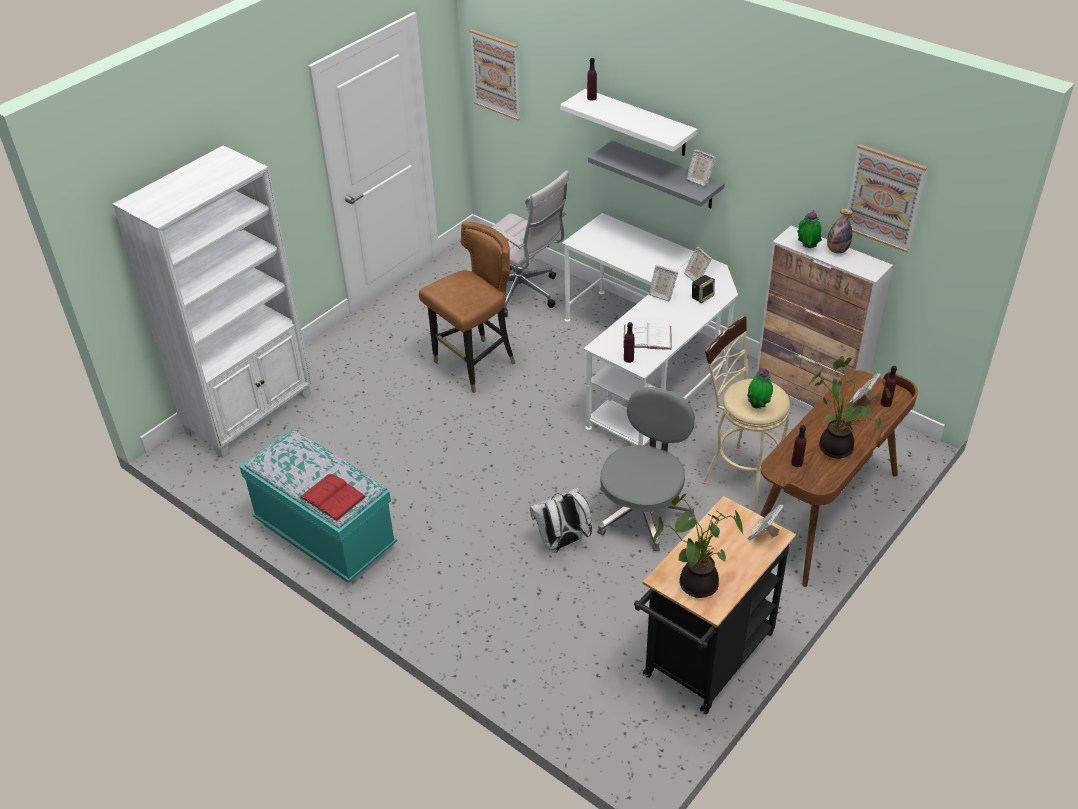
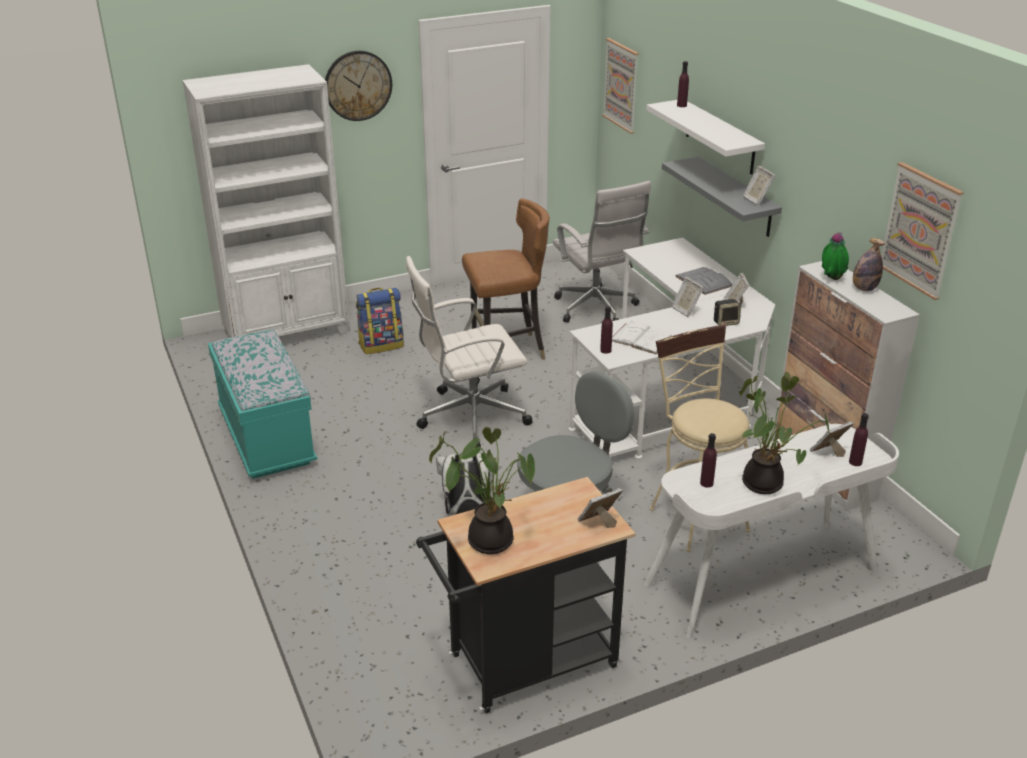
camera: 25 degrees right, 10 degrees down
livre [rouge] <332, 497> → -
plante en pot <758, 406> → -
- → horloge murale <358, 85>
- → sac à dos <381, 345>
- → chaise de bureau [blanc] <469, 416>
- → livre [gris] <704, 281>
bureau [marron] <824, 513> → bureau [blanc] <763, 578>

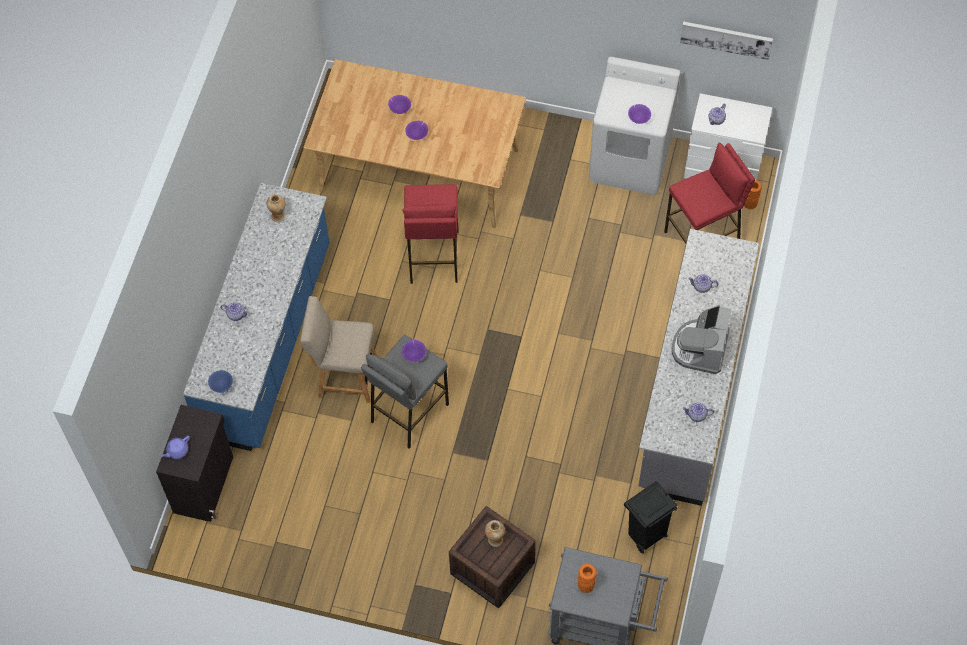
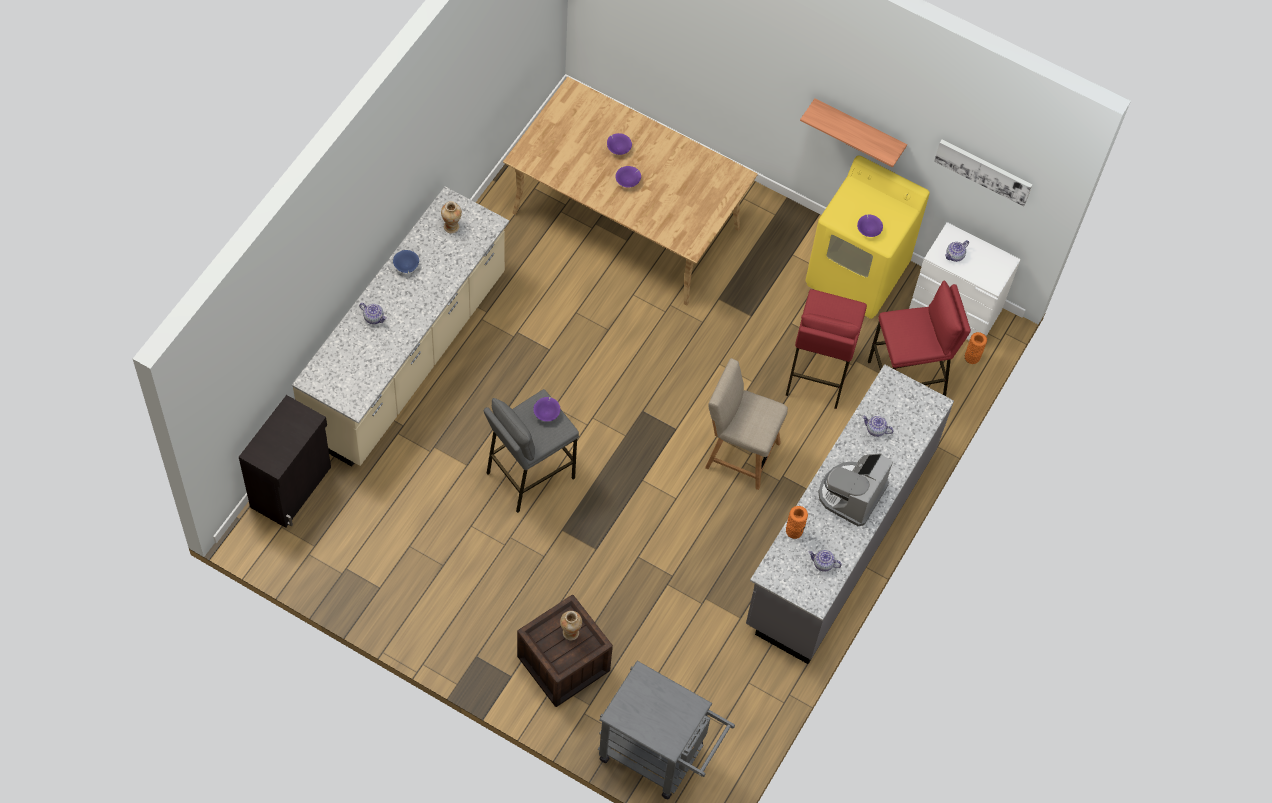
camera: 10 degrees right, 0 degrees up
théière [violet] <177, 451> → -
poubelle [noir] <645, 536> → -
- → étagère <858, 130>
bol [bleu] <222, 386> → bol [bleu] <406, 266>, move
chaise [beige] <344, 376> → chaise [beige] <739, 453>, move
tabouret [rouge] <433, 257> → tabouret [rouge] <818, 374>, move
vase [orange] <586, 585> → vase [orange] <794, 531>, move
comptoir de cuisine [bleu] <269, 342> → comptoir de cuisine [beige] <407, 357>
lave-linge [blanc] <630, 161> → lave-linge [jaune] <857, 274>

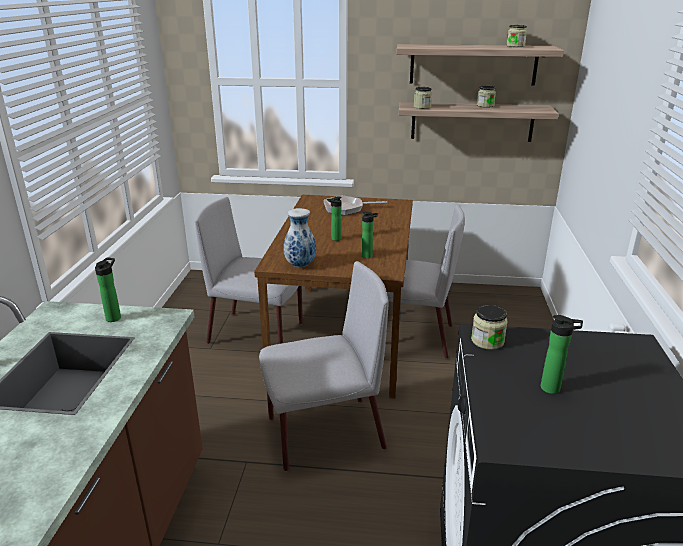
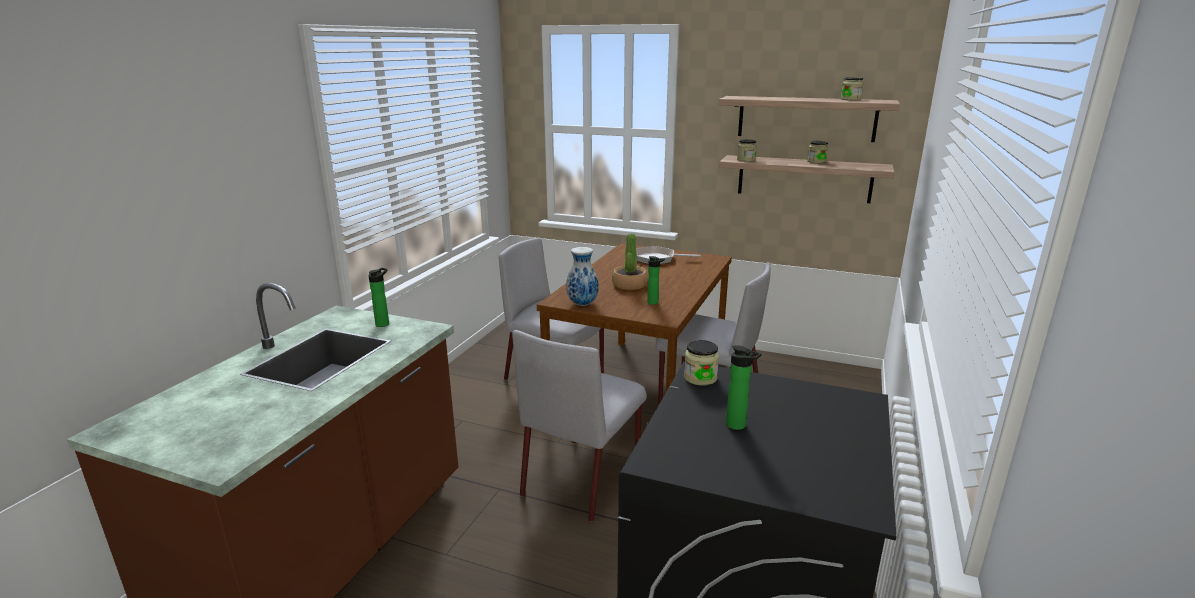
camera: 15 degrees right, 5 degrees down
bouteille <334, 239> → plante en pot <629, 285>
chaise [gris] <323, 433> → chaise [gris] <583, 476>, 120 degrees clockwise

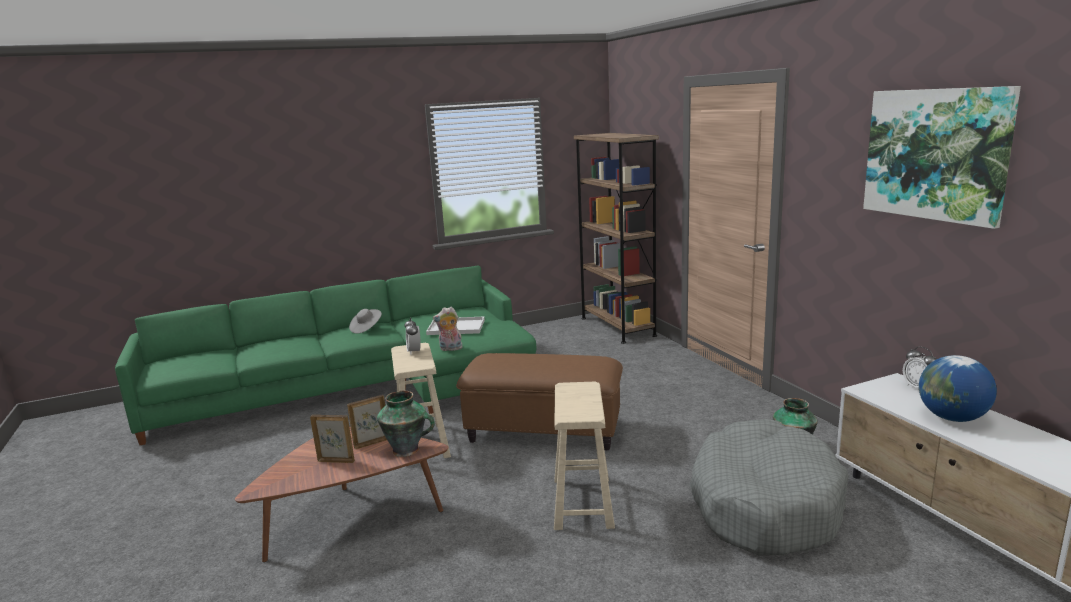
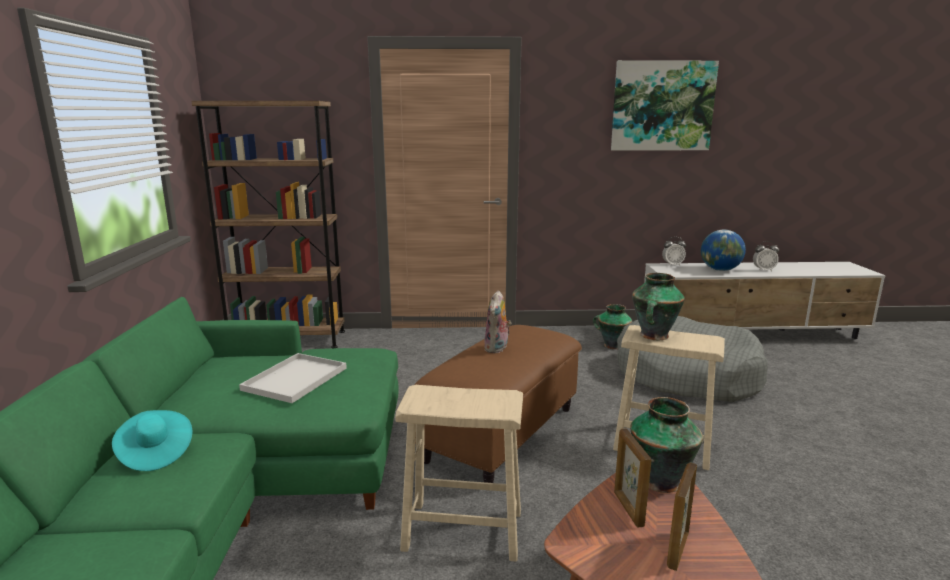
camera: 70 degrees left, 0 degrees up
- → vase <653, 336>
réveil <414, 351> → réveil <763, 270>, move
peluche <450, 349> → peluche <497, 348>, move
chapeau [gris] <366, 328> → chapeau [turquoise] <155, 453>

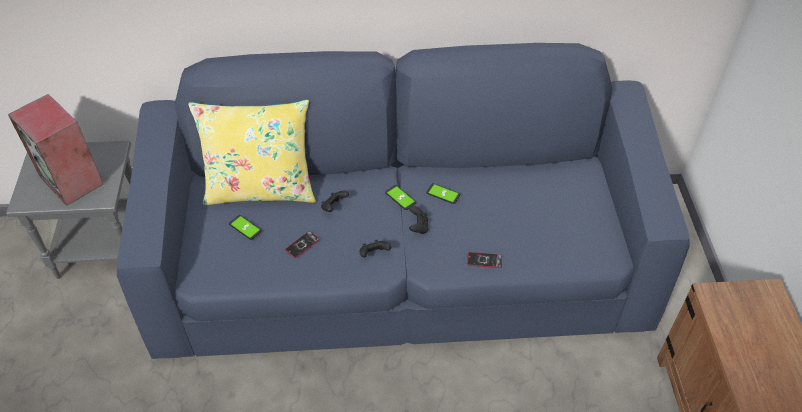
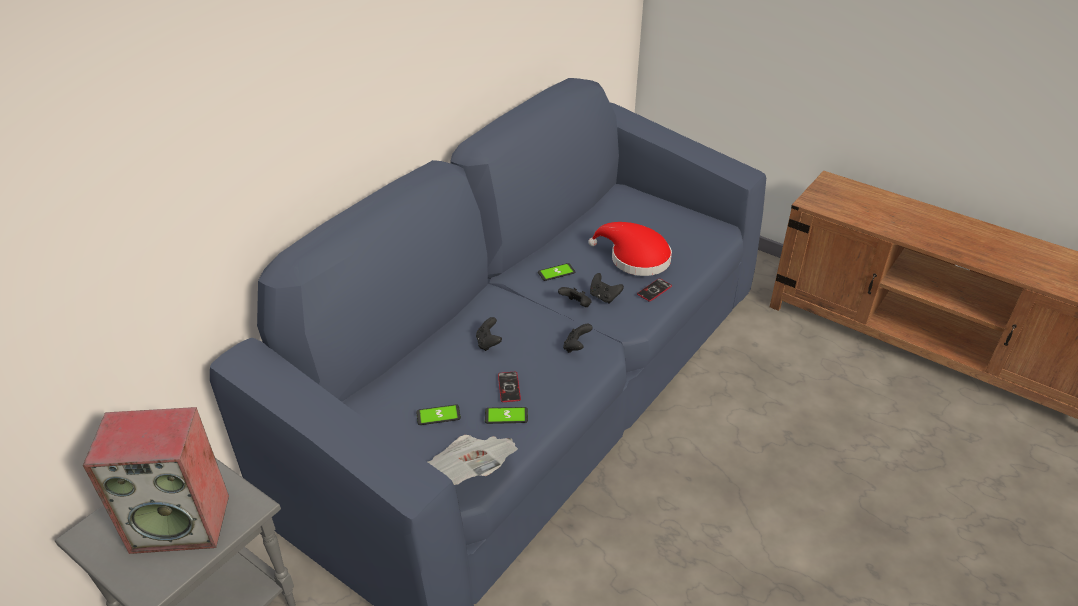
camera: 50 degrees left, 10 degrees down
coussin [jaune] <261, 189> → -
- → journal <470, 473>
- → chapeau [rouge] <635, 258>
- → manette [noir] <604, 297>
téléphone <400, 198> → téléphone <506, 416>, move

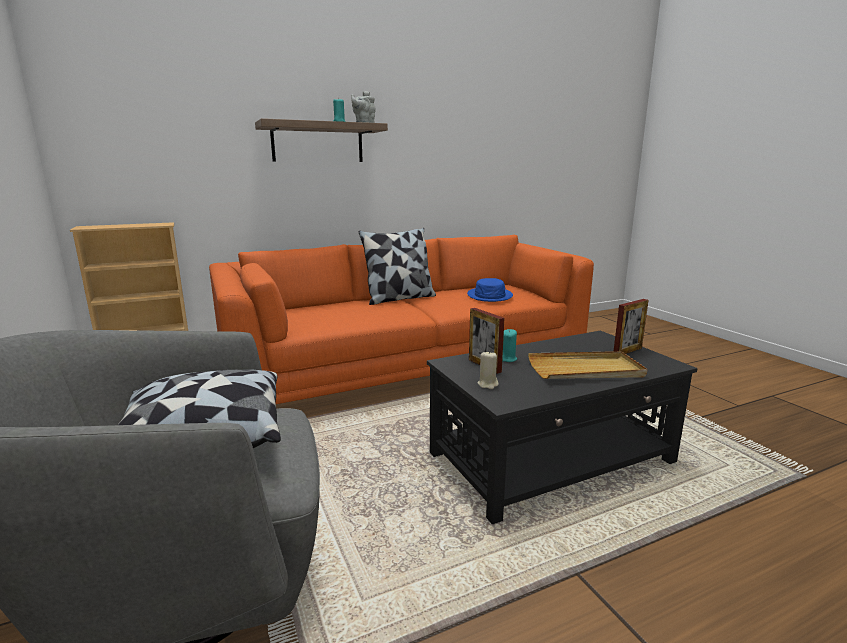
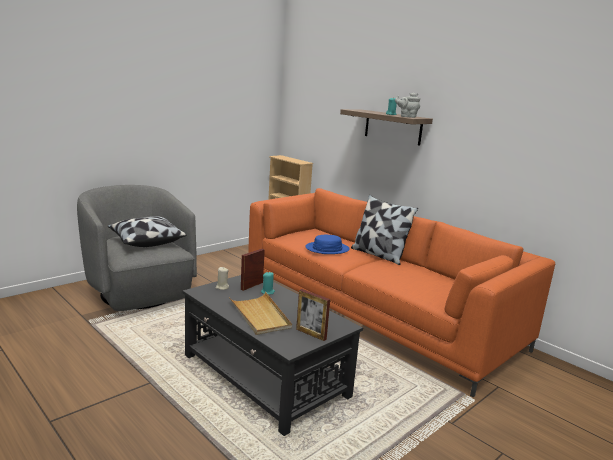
camera: 70 degrees right, 0 degrees up
chapeau [bleu] <490, 295> → chapeau [bleu] <327, 249>, move

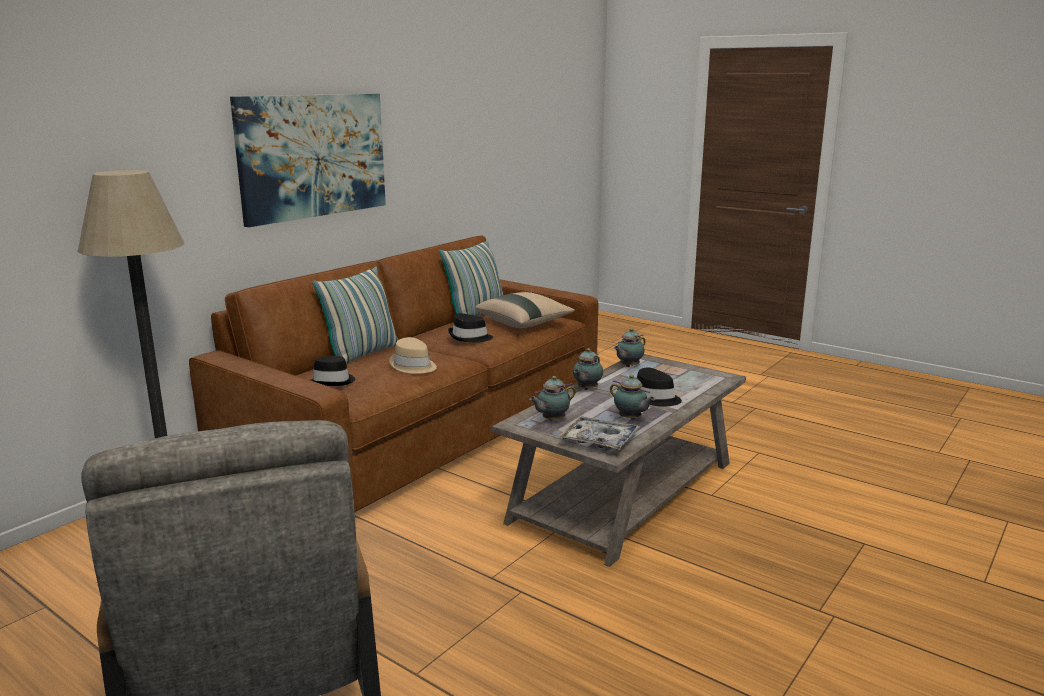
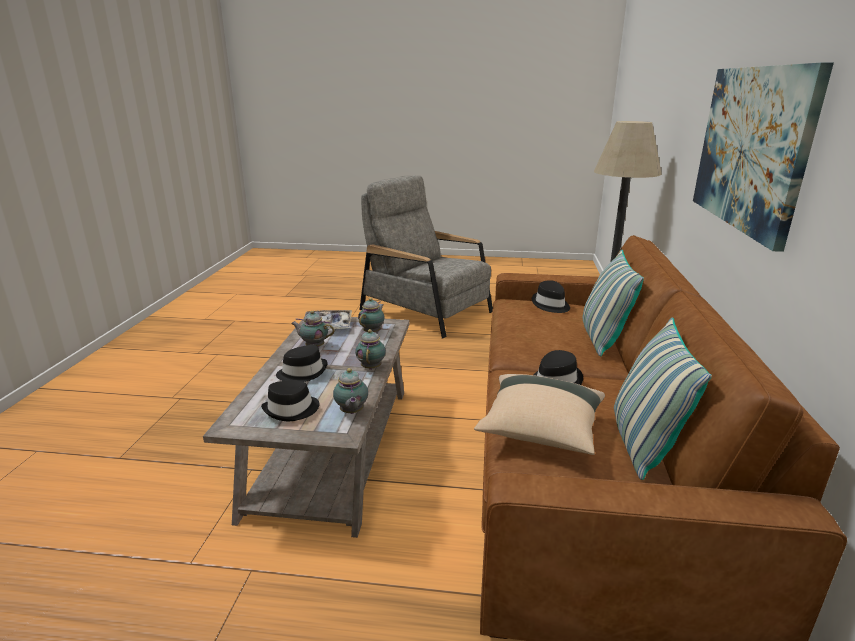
camera: 150 degrees right, 5 degrees up
chapeau [beige] <413, 366> → -
- → chapeau [noir] <292, 410>
théière <628, 366> → théière <351, 412>, 150 degrees clockwise

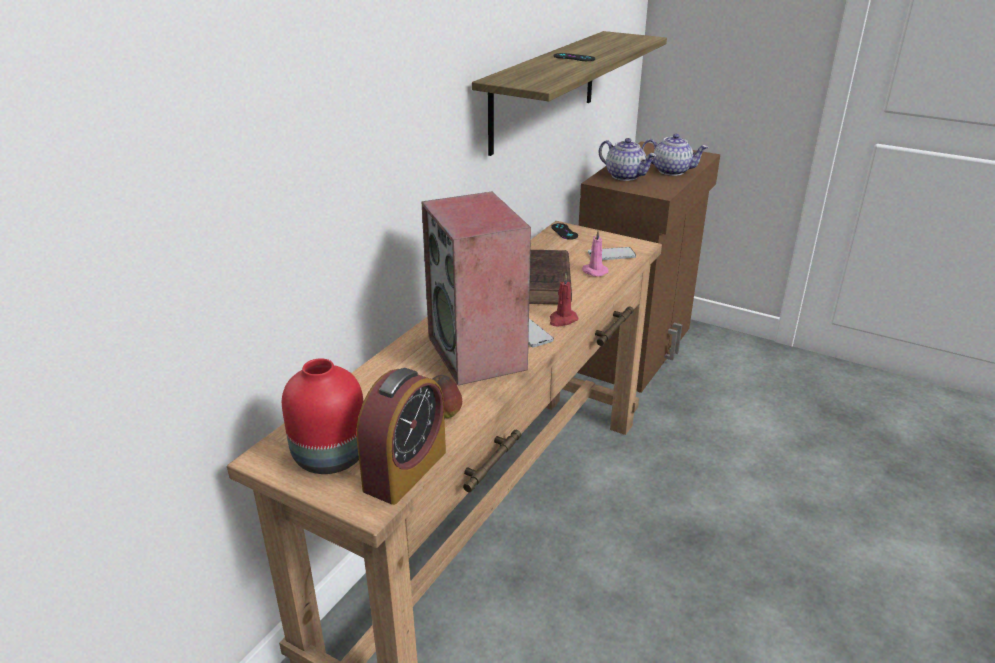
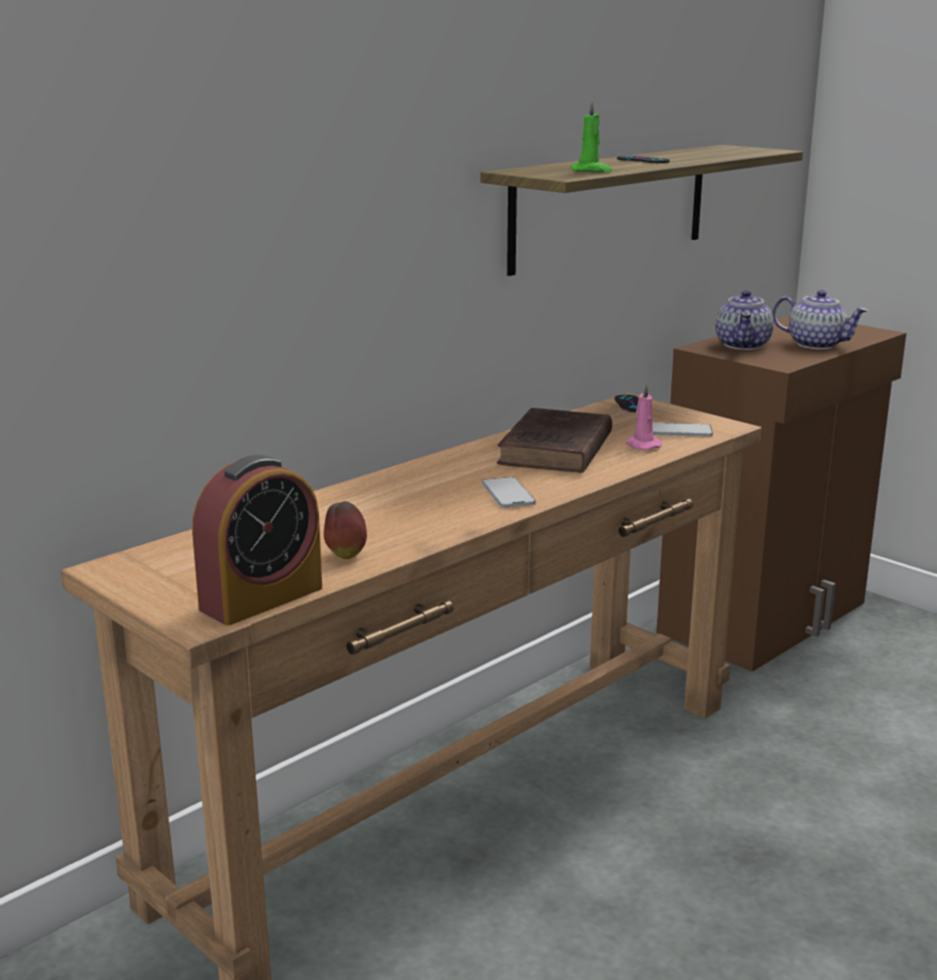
camera: 15 degrees right, 10 degrees down
vase [rouge] <329, 458> → -
enceinte <478, 353> → -
bougie [rouge] <562, 320> → -
- → bougie [vert] <591, 171>
théière <625, 176> → théière <743, 345>, 45 degrees clockwise

